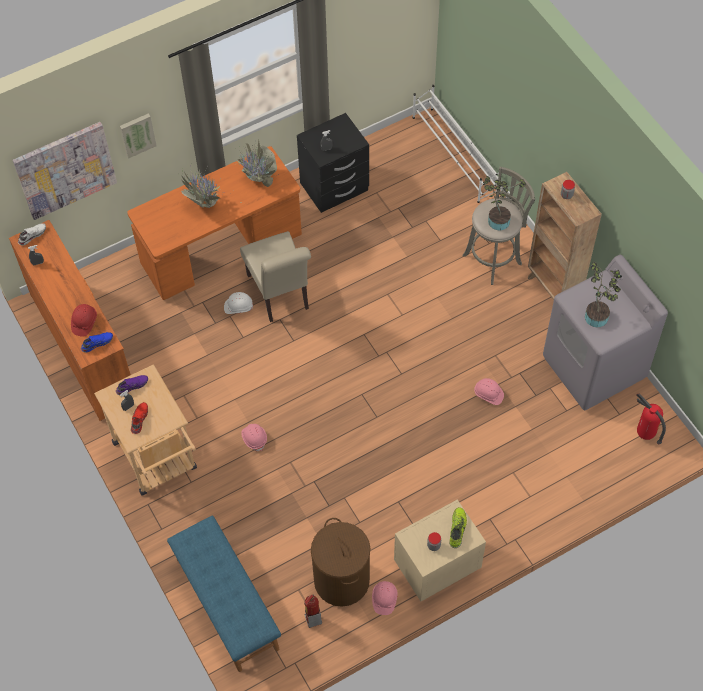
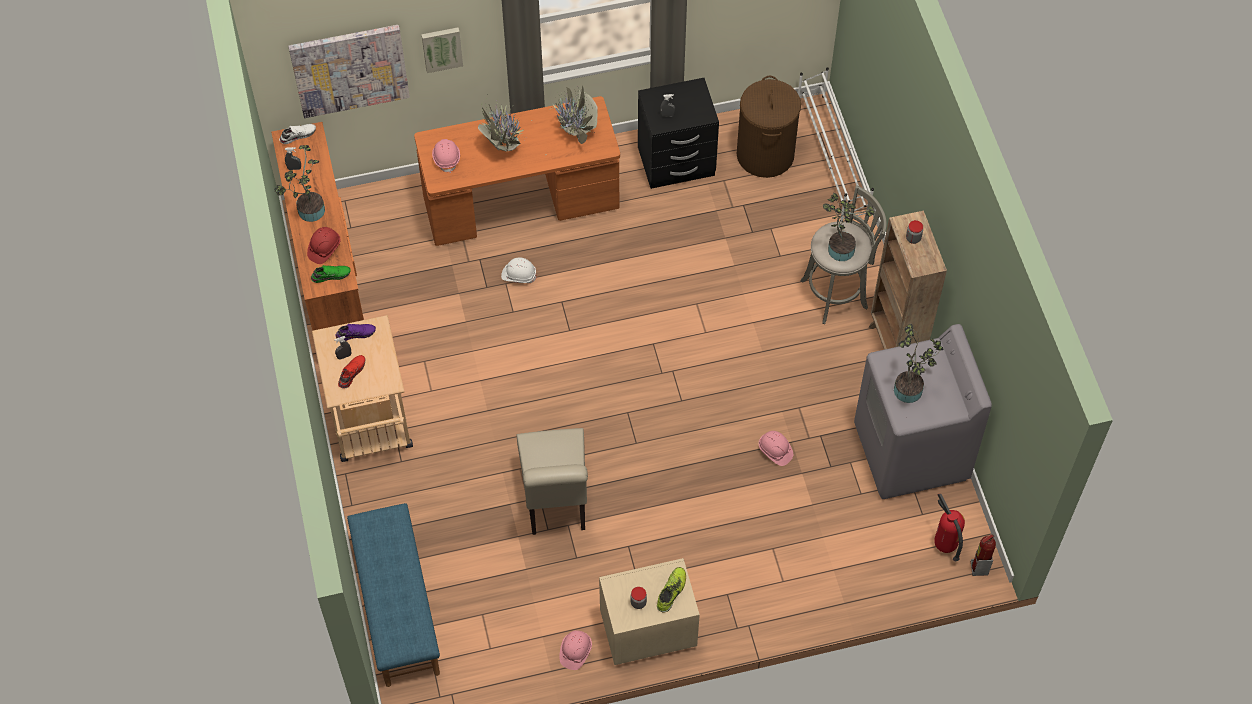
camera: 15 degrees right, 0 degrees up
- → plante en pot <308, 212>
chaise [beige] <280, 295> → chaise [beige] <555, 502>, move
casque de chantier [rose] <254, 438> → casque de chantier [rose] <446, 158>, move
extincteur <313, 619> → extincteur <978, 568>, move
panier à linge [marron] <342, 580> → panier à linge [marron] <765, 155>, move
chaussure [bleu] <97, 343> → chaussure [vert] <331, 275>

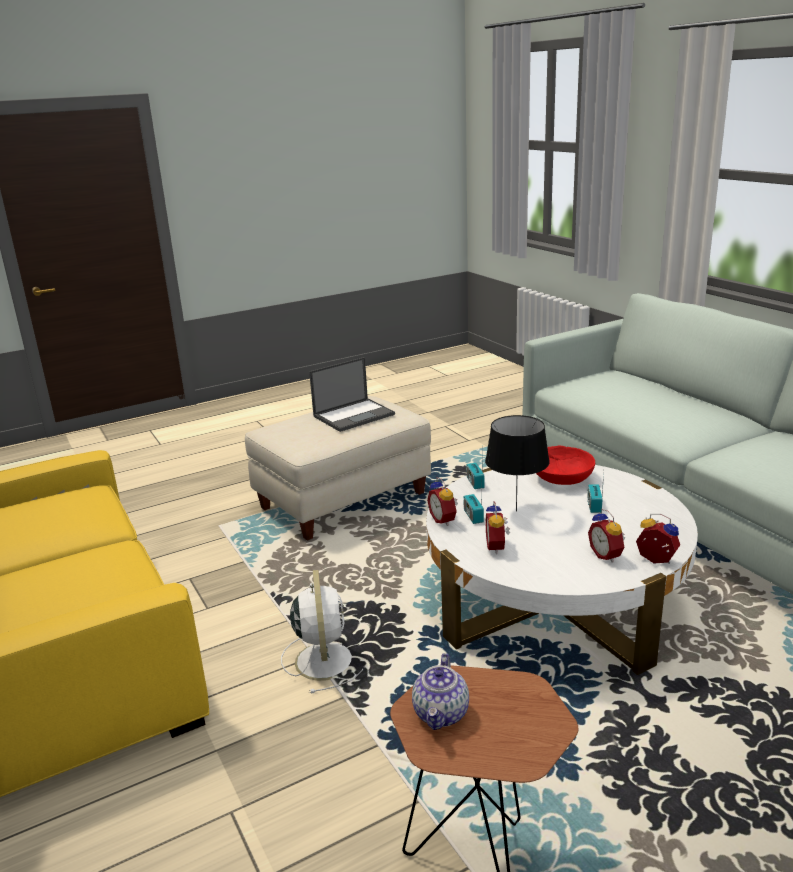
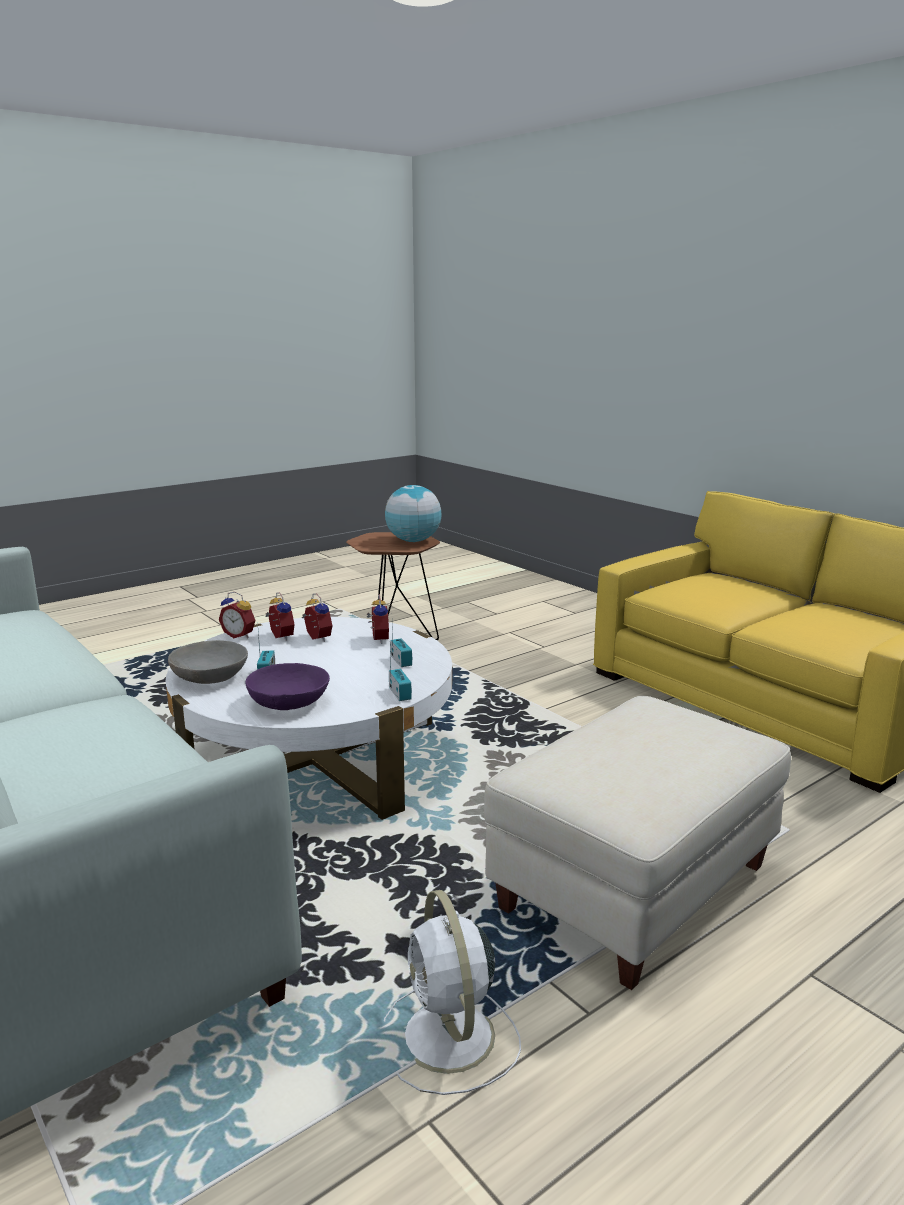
camera: 170 degrees right, 5 degrees down
ordinateur portable <354, 415> → -
lampe de table [noir] <516, 511> → -
- → bol [gris] <210, 677>
ventilateur [blanc] <324, 659> → ventilateur [blanc] <449, 1039>, move
réveil <444, 520> → réveil <316, 638>, move
théière <441, 714> → globe <413, 541>
bol [rouge] <561, 478> → bol [violet] <289, 702>

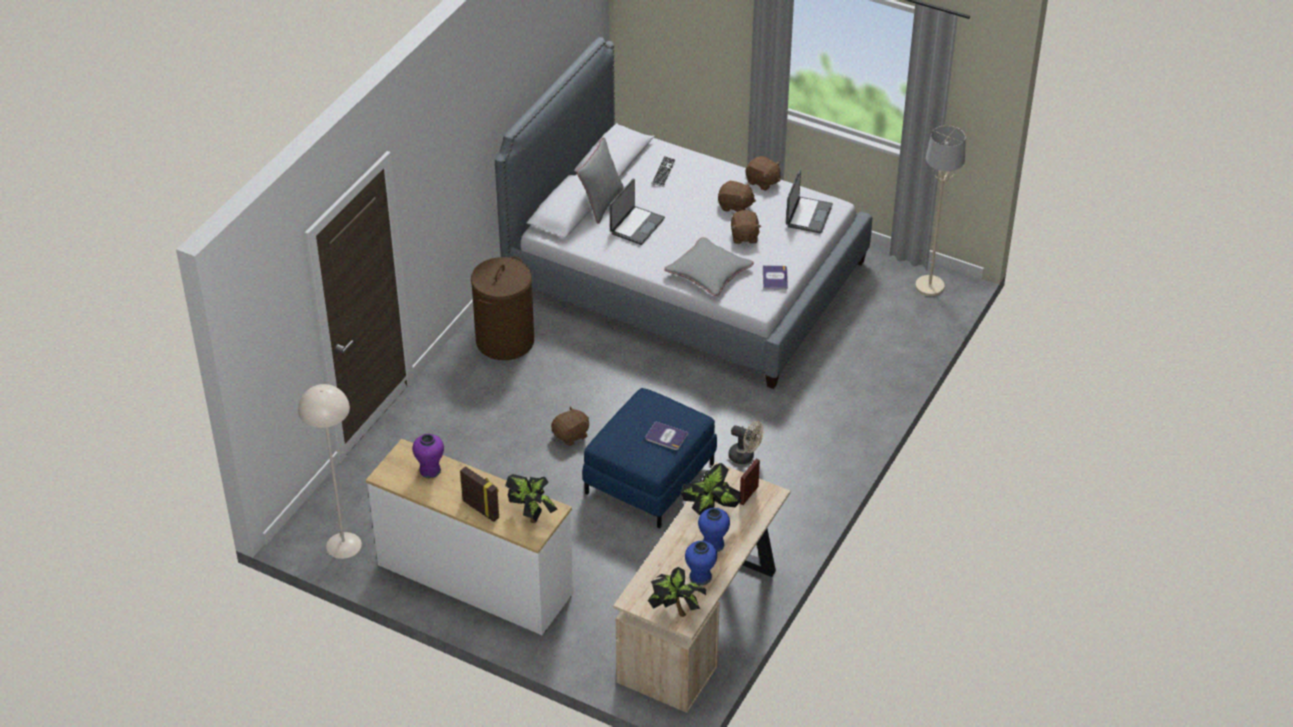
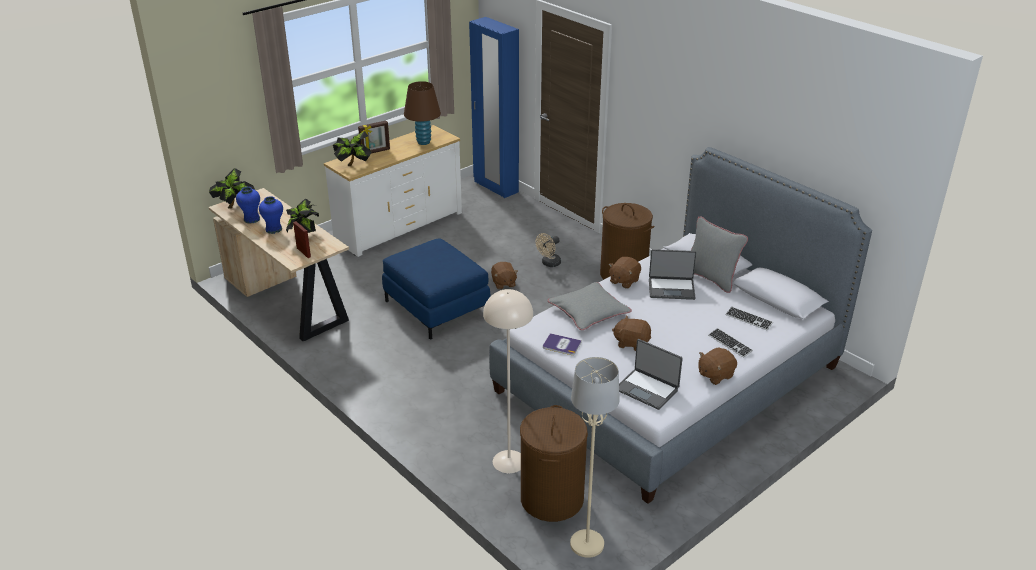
camera: 110 degrees right, 10 degrees down
livre <666, 436> → -
- → armoire [bleu] <495, 187>
- → panier à linge [marron] <551, 498>
- → clavier <730, 344>
lampadaire [beige] <344, 545> → lampadaire [beige] <508, 461>, move
peluche [marron] <735, 206> → peluche [marron] <624, 281>, move
ventilateur [beige] <745, 457> → ventilateur [beige] <549, 264>, move
vase [violet] <430, 470> → lampe de table [marron] <423, 142>
ordinateur portable <636, 226> → ordinateur portable <671, 289>, 45 degrees counterclockwise

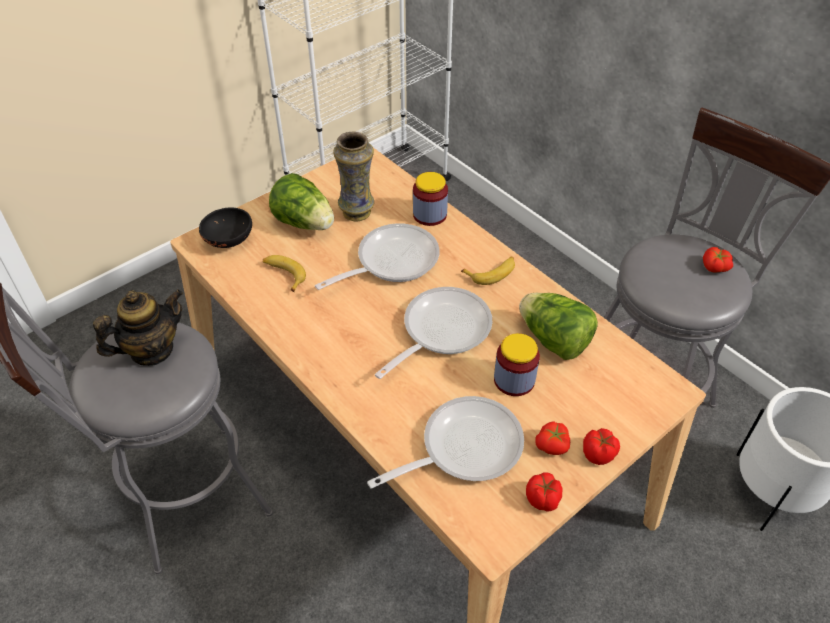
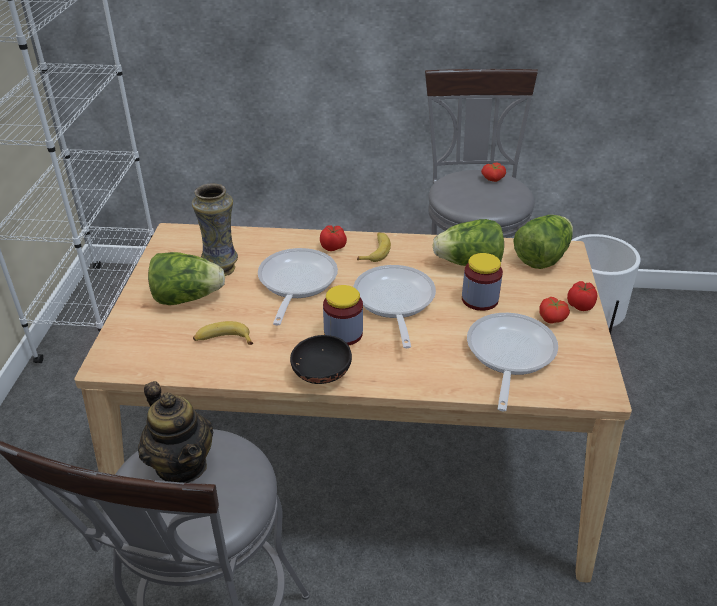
camera: 45 degrees left, 10 degrees down
- → laitue <542, 258>
bol [noir] <228, 240> → bol [noir] <320, 374>, move
bocal <429, 215> → bocal <343, 334>, move
tomate <543, 500> → tomate <333, 247>, move
théière <151, 350> → théière <182, 465>, 135 degrees clockwise

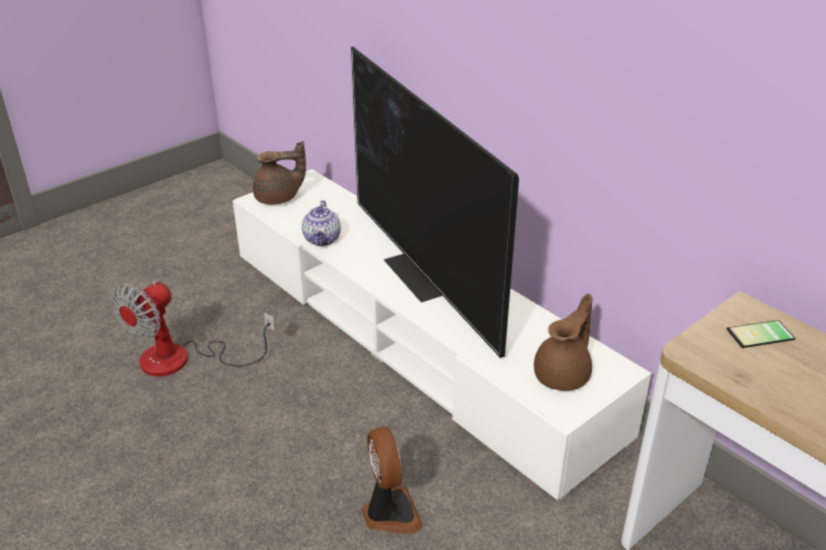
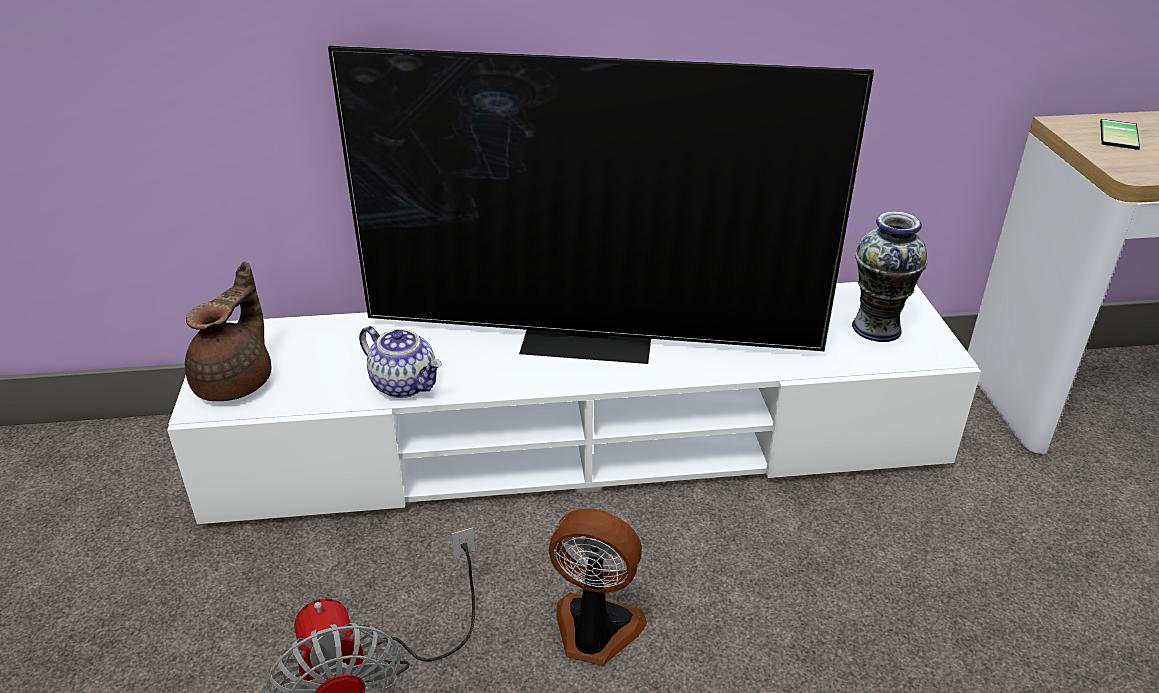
camera: 55 degrees left, 0 degrees up
ventilateur <389, 513> → ventilateur <595, 632>, move
théière [marron] <563, 375> → vase <877, 328>

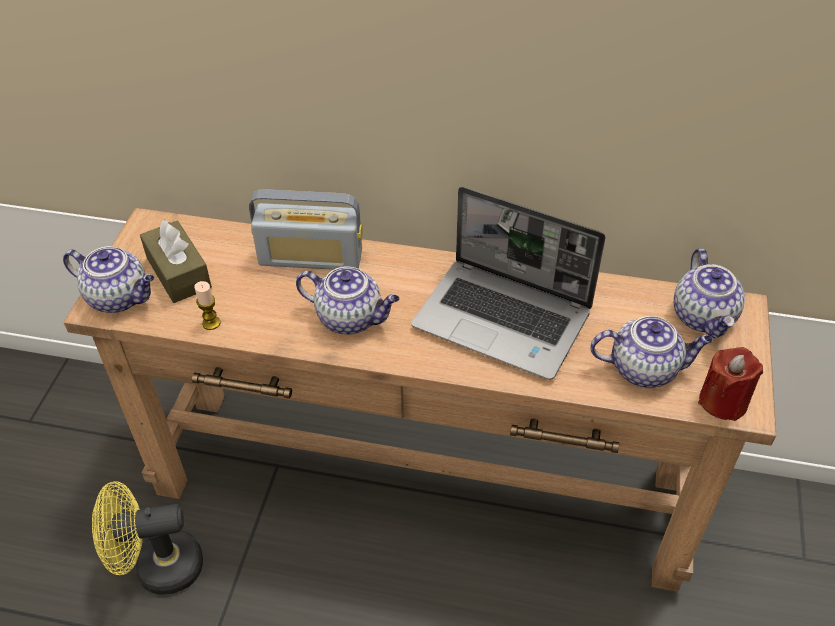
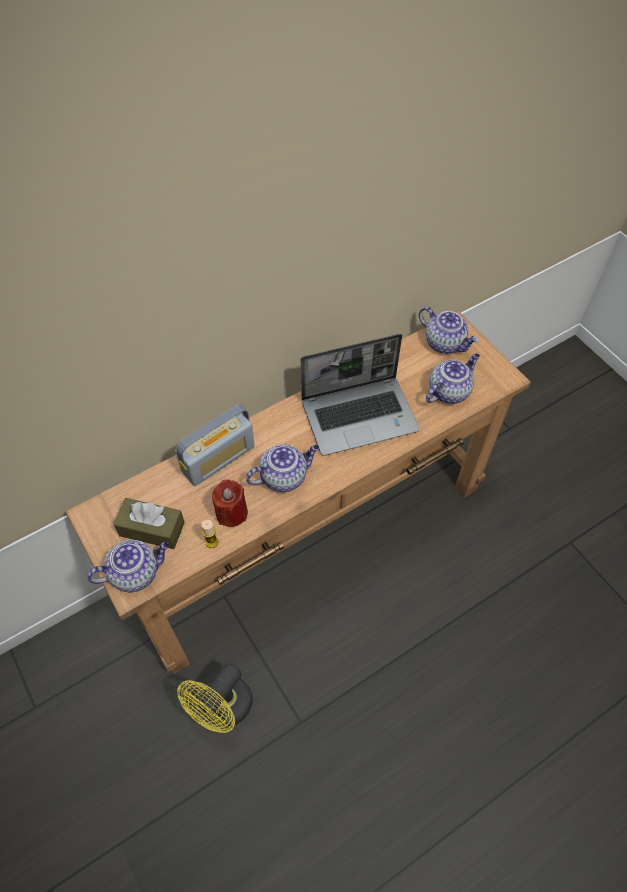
camera: 45 degrees left, 10 degrees up
bougie [rouge] <723, 401> → bougie [rouge] <231, 513>, move

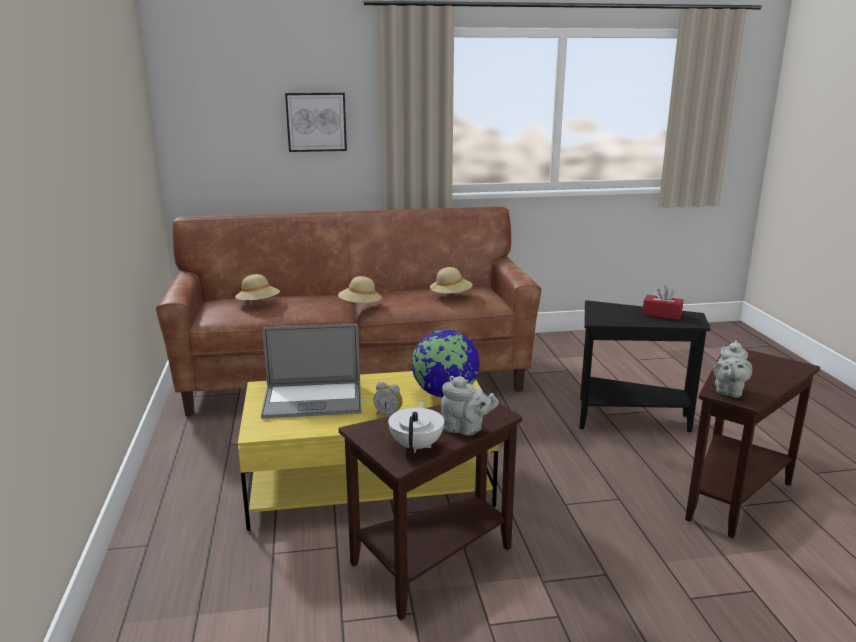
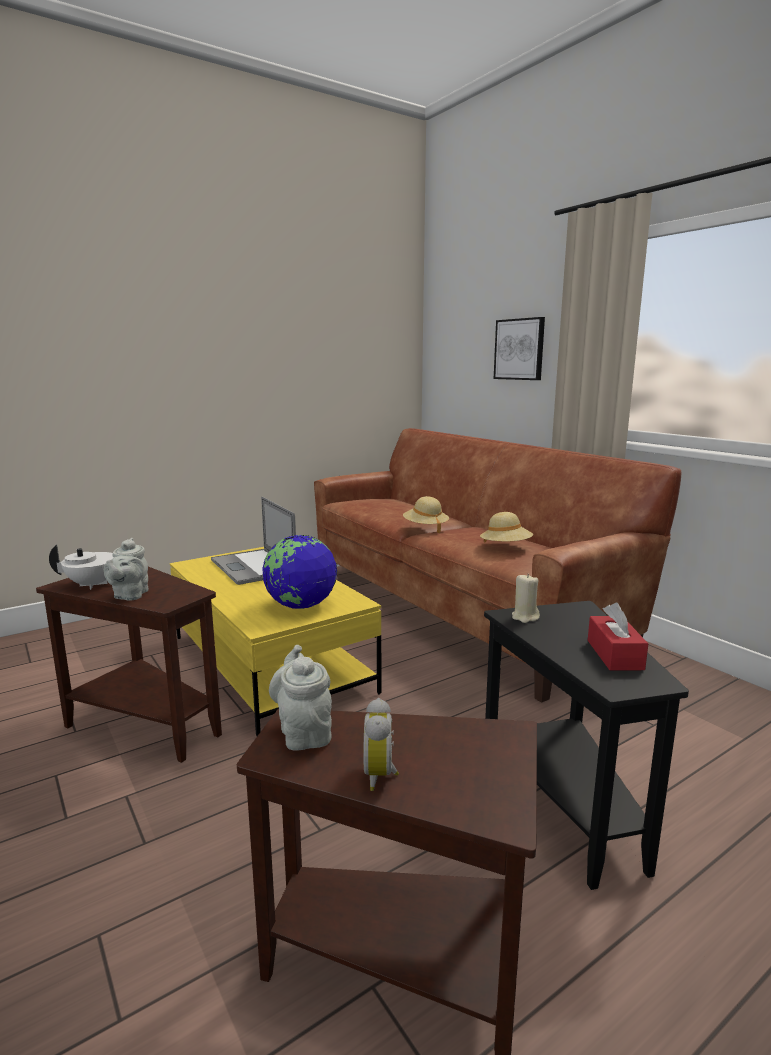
camera: 65 degrees right, 5 degrees down
chapeau [beige] <258, 304> → -
- → bougie [beige] <525, 617>
réveil <389, 415> → réveil <382, 775>, move
théière [gris] <728, 391> → théière [gris] <304, 732>, 75 degrees clockwise

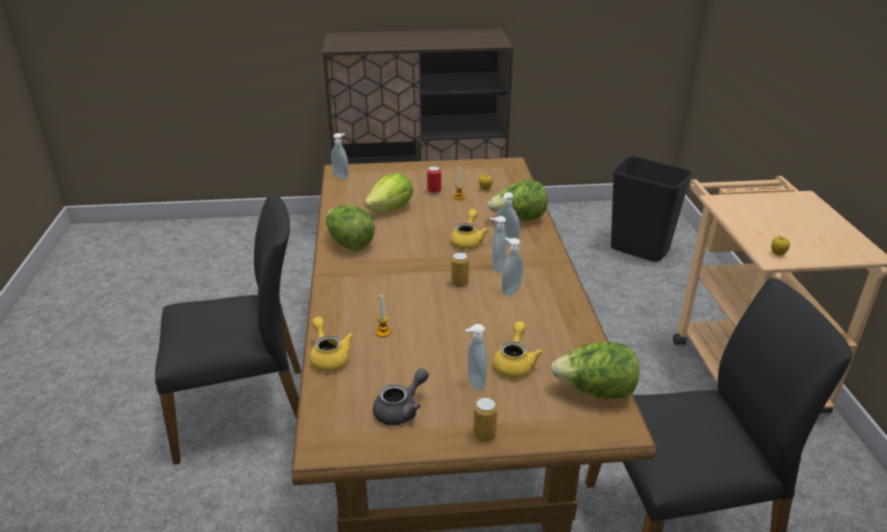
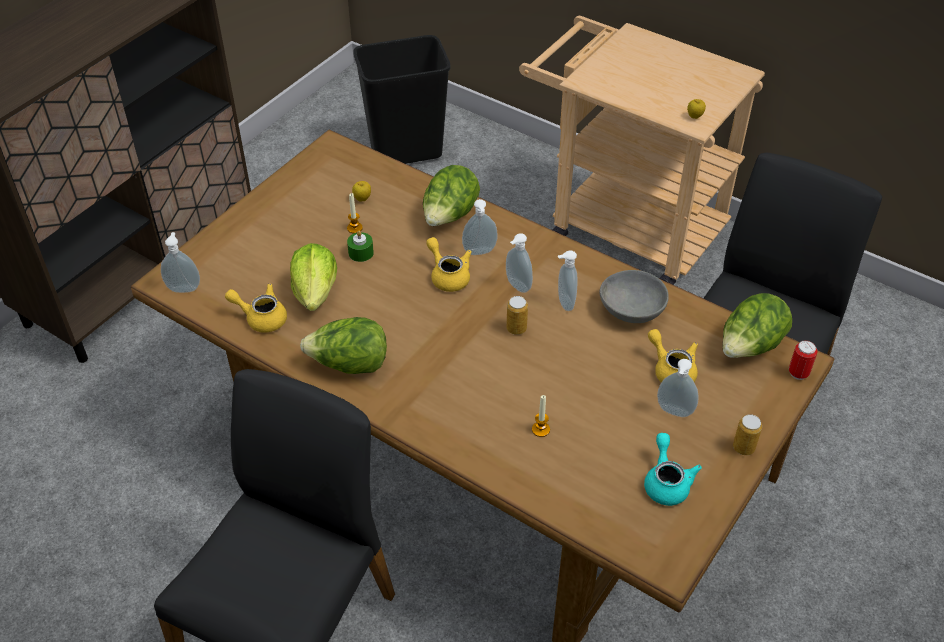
camera: 50 degrees left, 15 degrees up
- → bougie [vert] <361, 253>
- → bol [gris] <632, 309>
théière [jaune] <329, 357> → théière [jaune] <261, 318>, move
boîte métallique <434, 192> → boîte métallique <798, 373>, move
théière [gris] <401, 410> → théière [turquoise] <666, 482>

